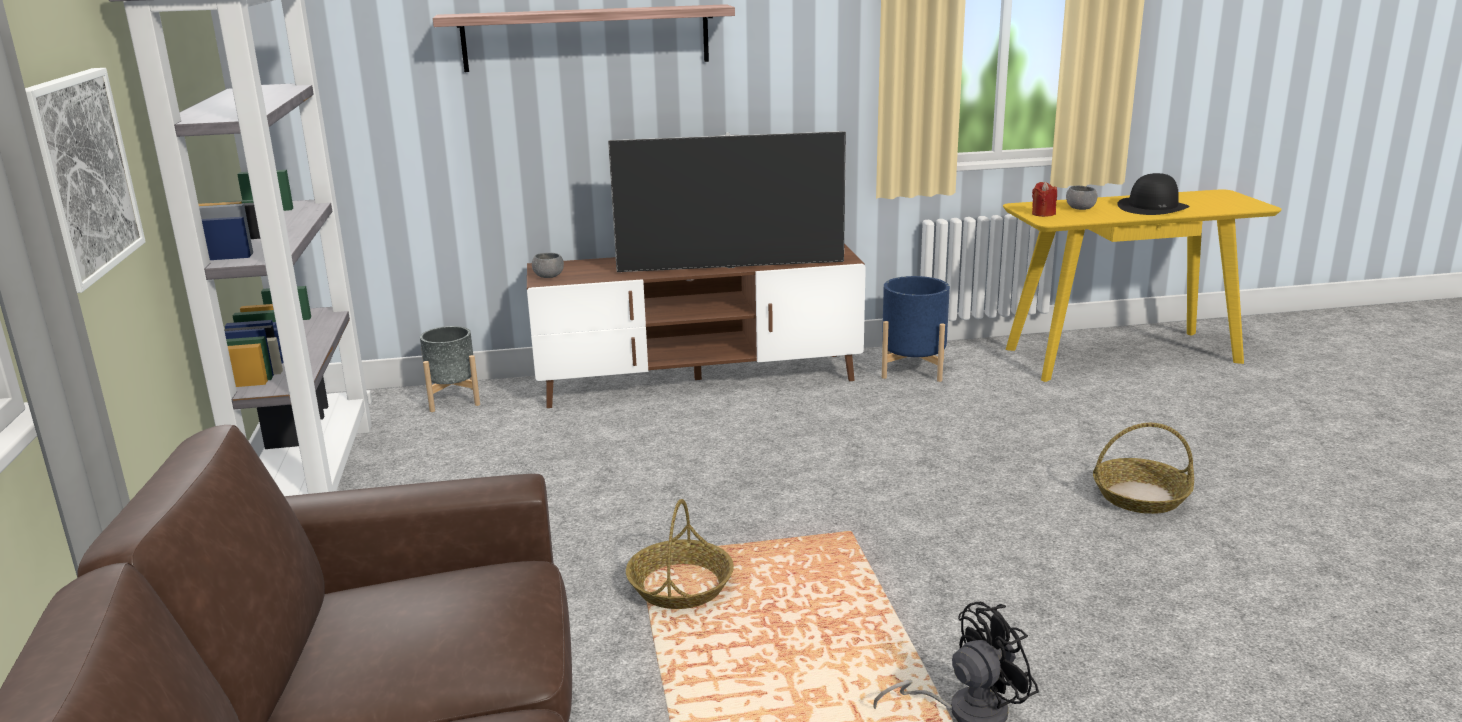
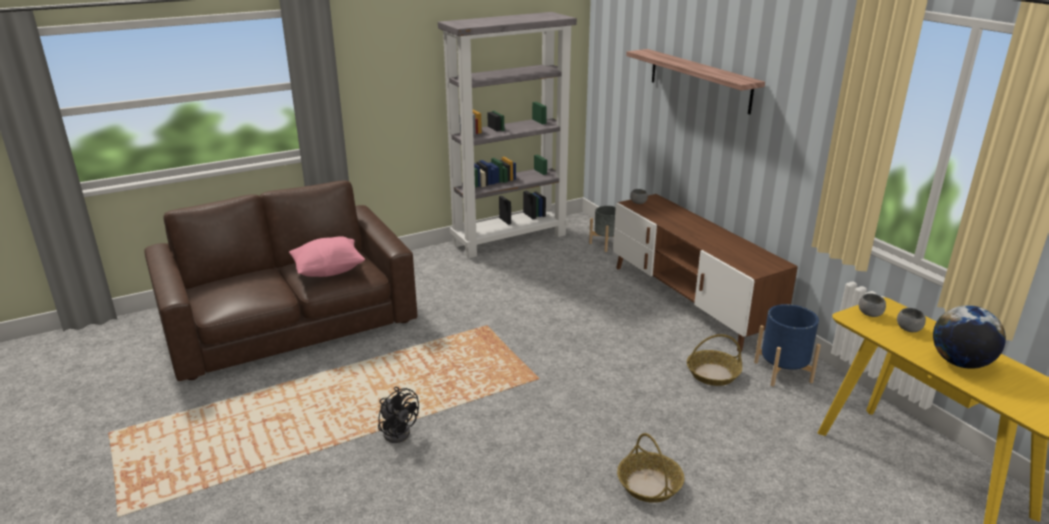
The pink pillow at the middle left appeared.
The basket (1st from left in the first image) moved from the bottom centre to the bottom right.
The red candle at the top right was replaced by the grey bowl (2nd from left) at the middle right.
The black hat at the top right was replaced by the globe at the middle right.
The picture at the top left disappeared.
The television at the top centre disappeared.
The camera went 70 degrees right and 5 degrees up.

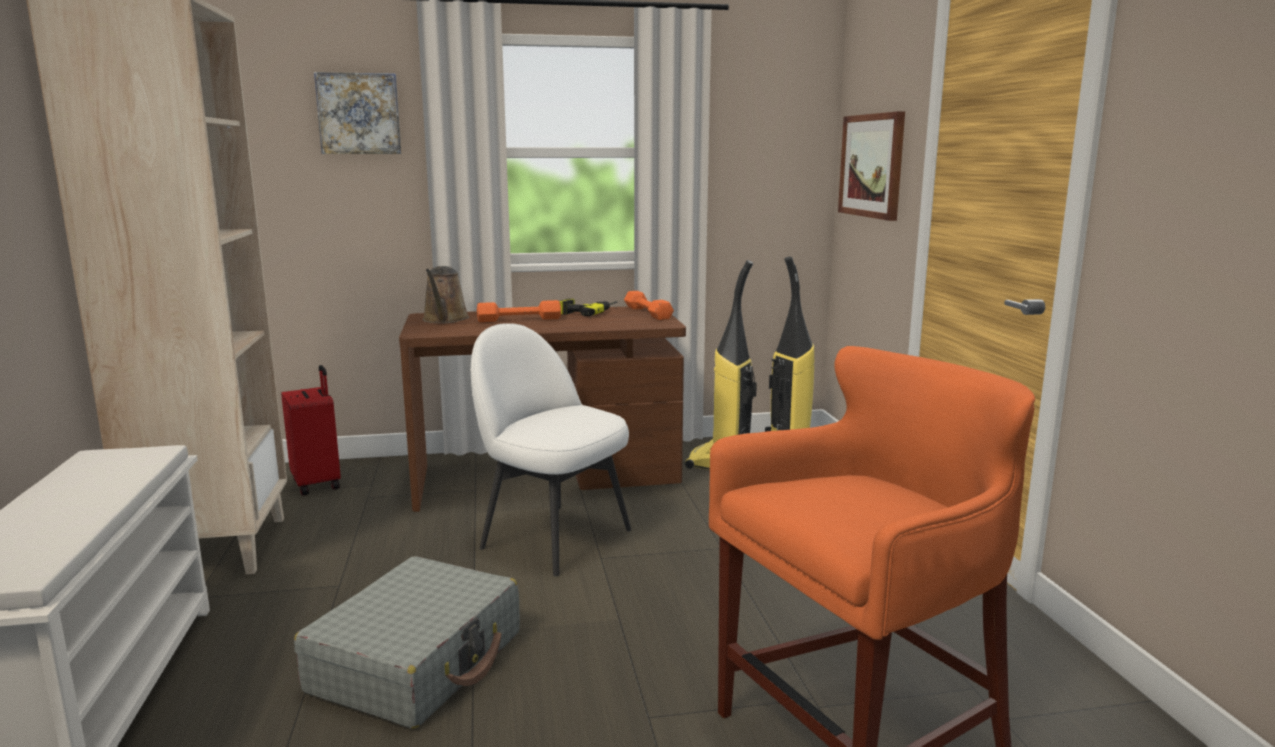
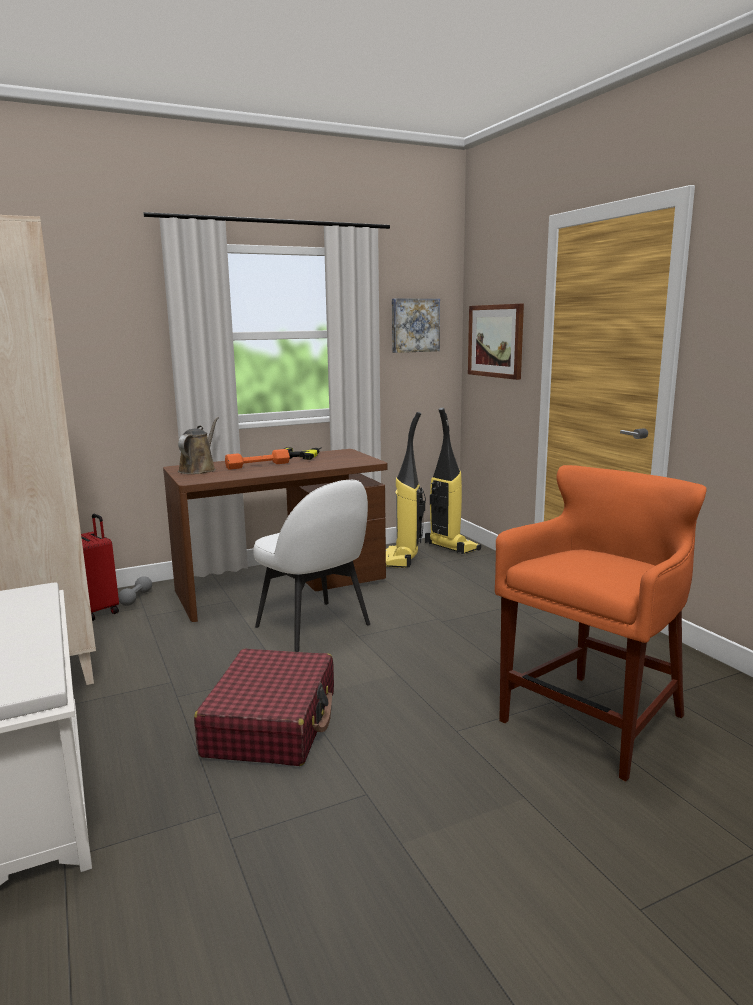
The grey dumbbell at the middle left appeared.
The brown watering can at the centre turned 150 degrees counterclockwise.
The grey suitcase at the bottom left became the red suitcase (2nd from left) at the bottom centre.
The white chair at the centre turned 150 degrees counterclockwise.
The picture (1st from left) moved from the top left to the top centre.
The orange dumbbell (2nd from left) at the centre disappeared.
The camera went 15 degrees left and 0 degrees up.

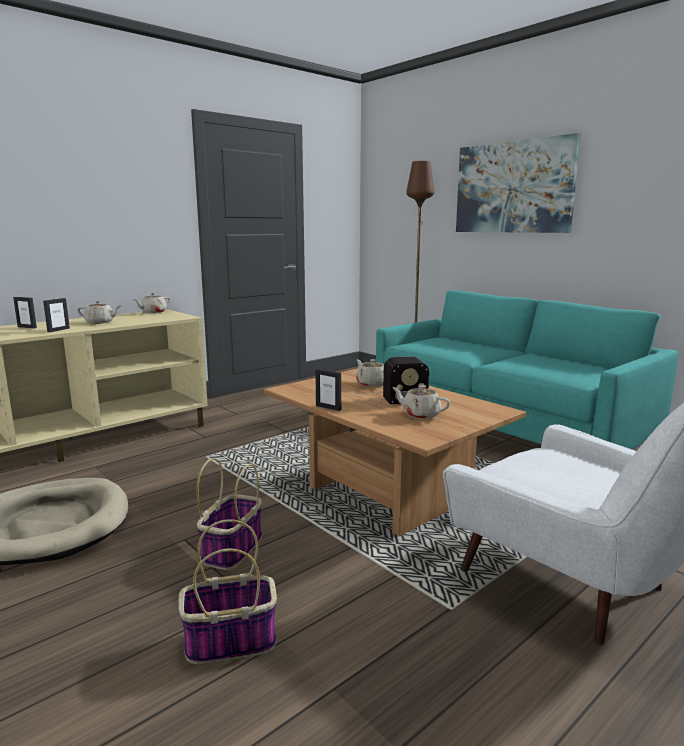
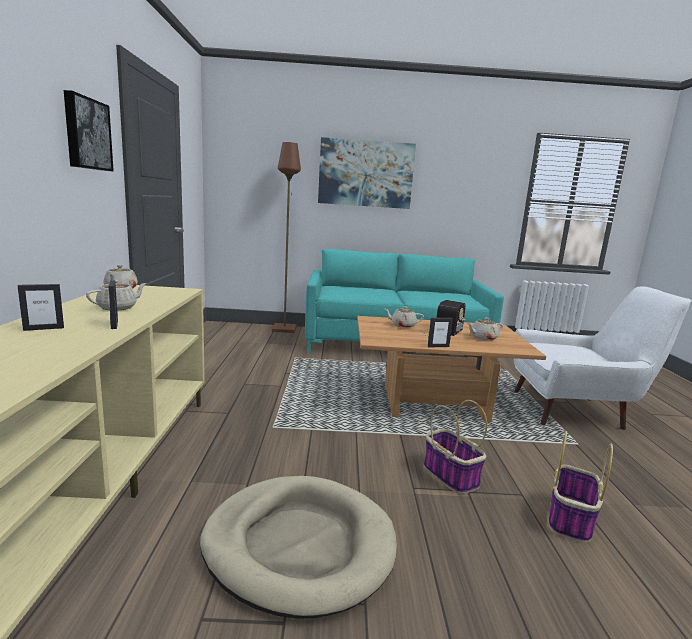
The picture (1st from left) at the top left appeared.
The camera went 50 degrees left and 0 degrees up.

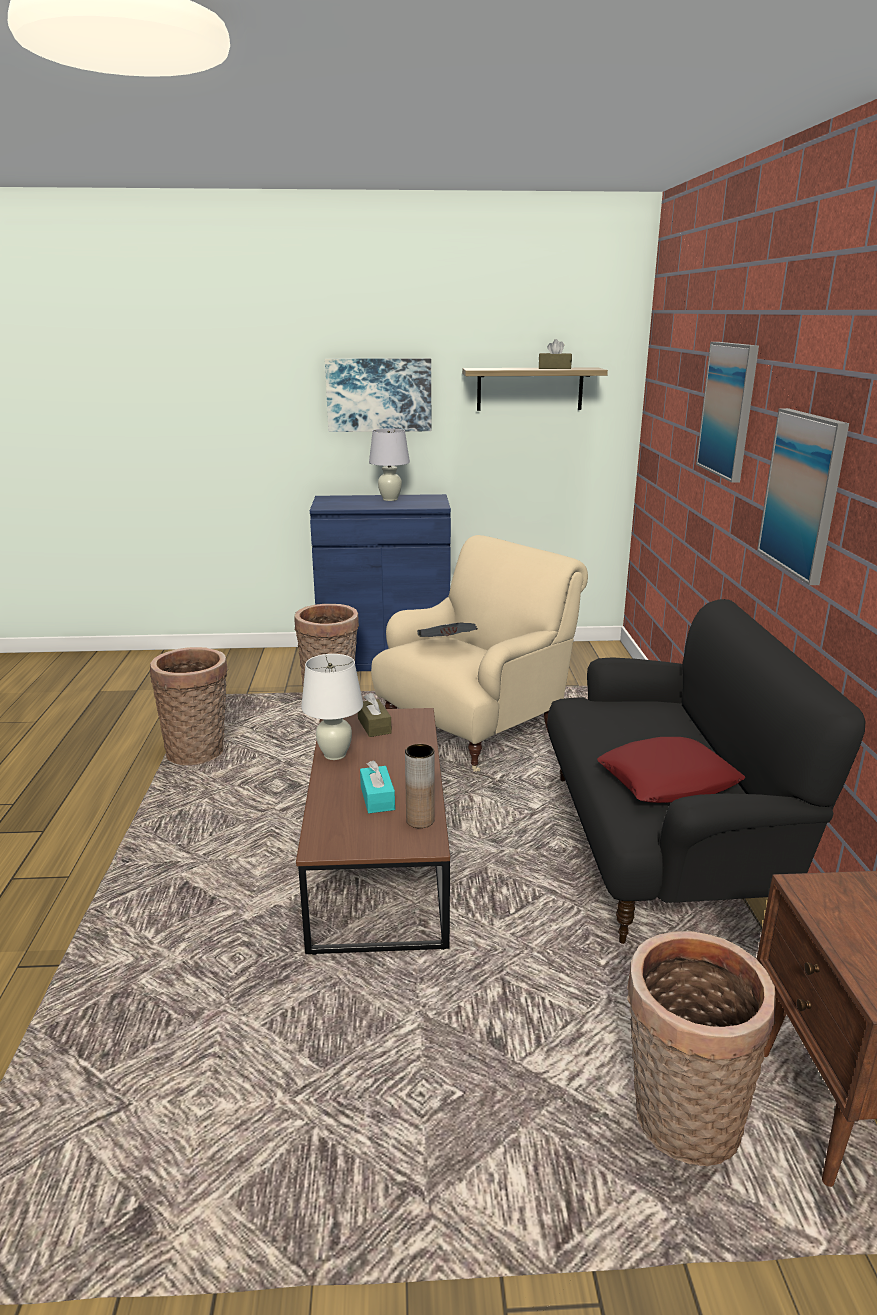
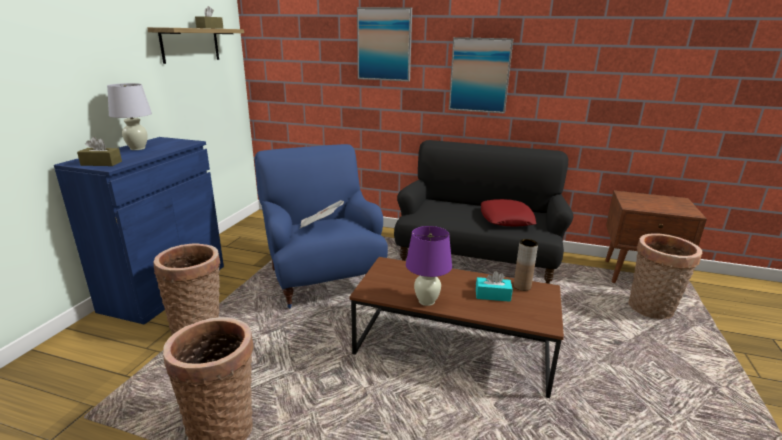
The brown tissue box (1st from left) moved from the centre to the middle left.
The beige armchair at the centre became the blue armchair at the centre.
The white table lamp (1st from left) at the centre became the purple table lamp at the centre.
The picture (1st from left) at the top centre disappeared.
The camera went 70 degrees left and 0 degrees up.

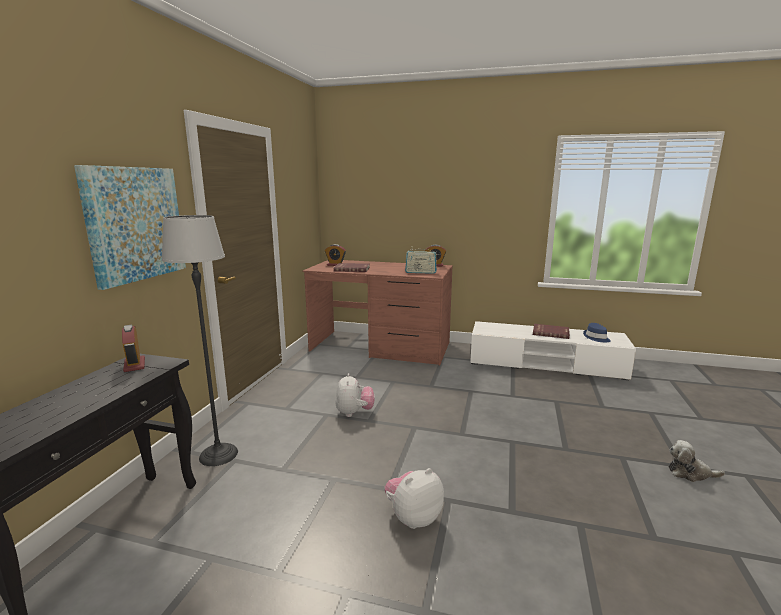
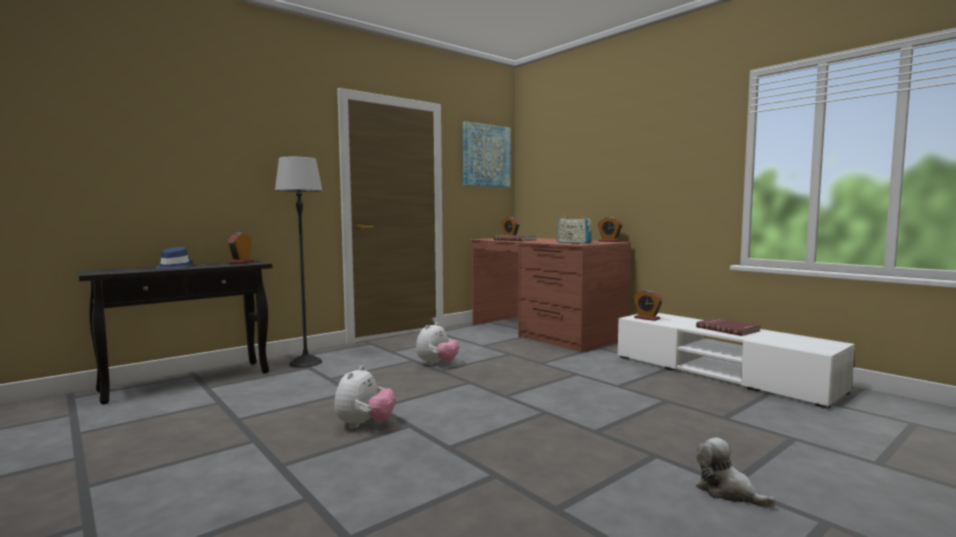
The blue hat moved from the middle right to the middle left.
The plush toy (2nd from left in the first image) at the bottom centre turned 105 degrees clockwise.
The picture moved from the middle left to the top centre.
The alarm clock (4th from left) at the middle right appeared.
The camera went 35 degrees right and 10 degrees down.

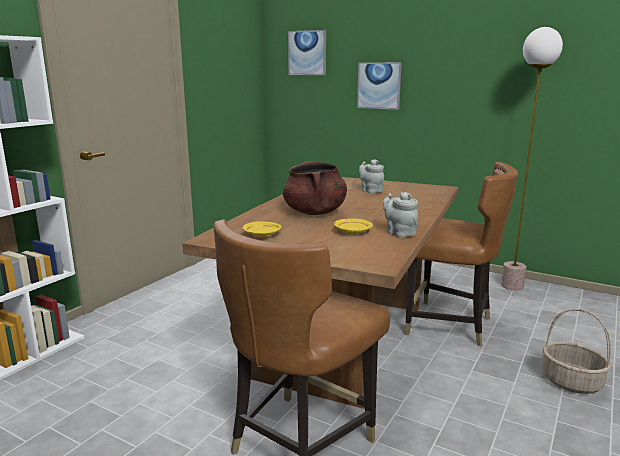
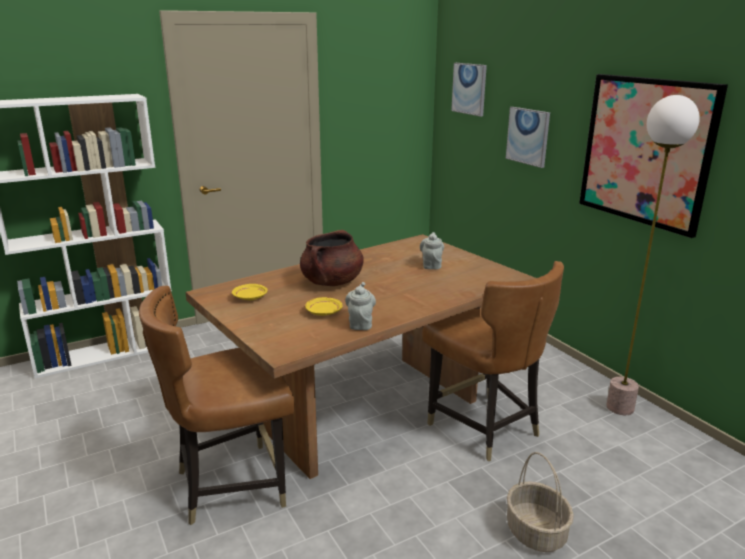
The picture (3rd from left) at the top right appeared.
The camera went 30 degrees right and 5 degrees up.

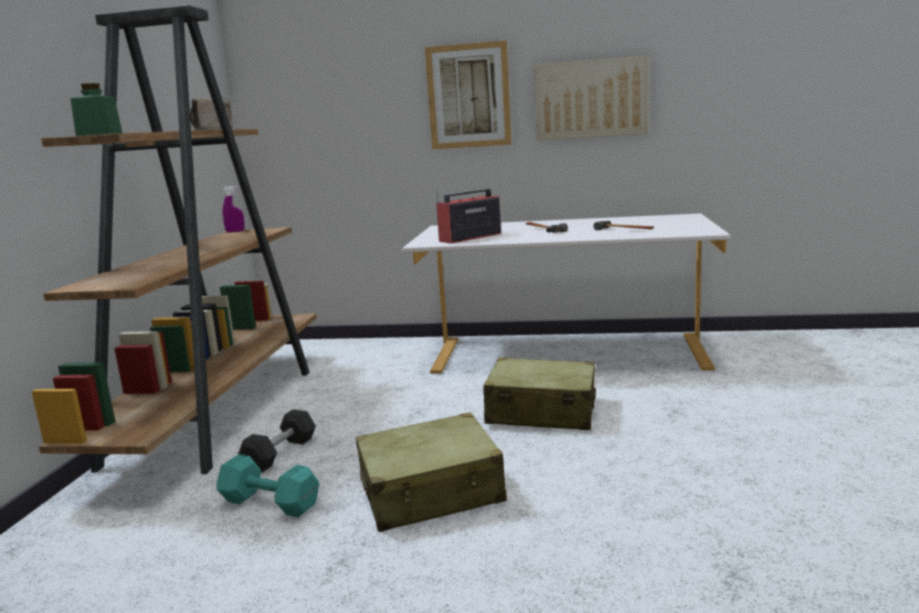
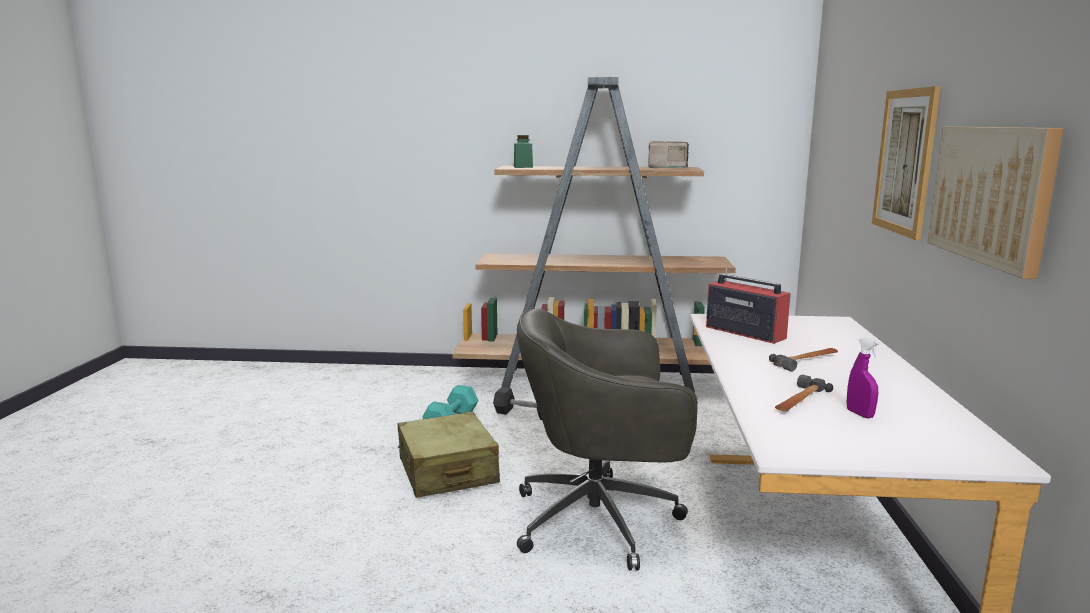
The beige suitcase (2nd from left) at the centre was replaced by the grey office chair at the bottom centre.
The purple spray bottle moved from the middle left to the middle right.
The camera went 85 degrees right and 0 degrees up.

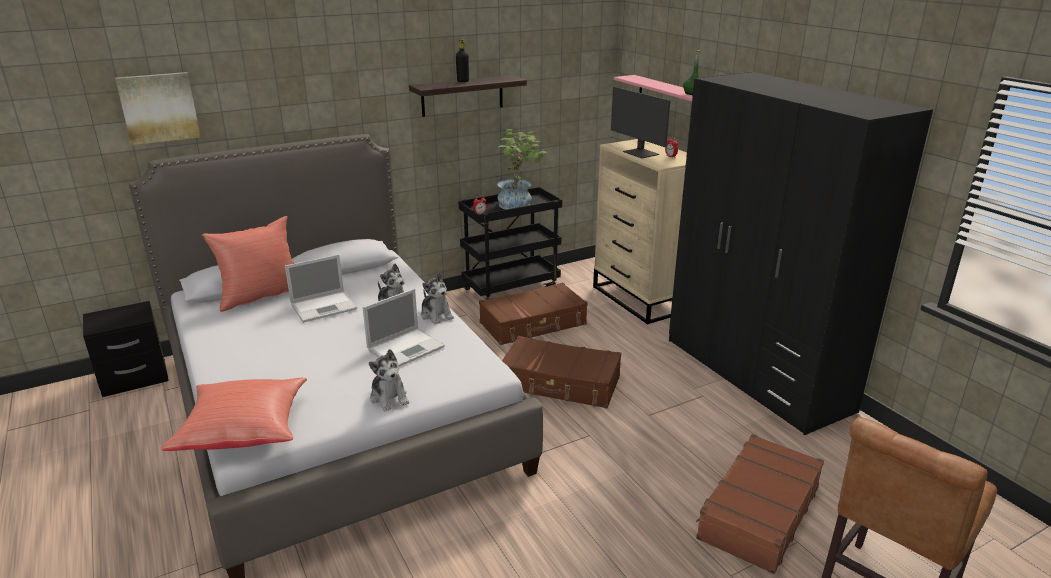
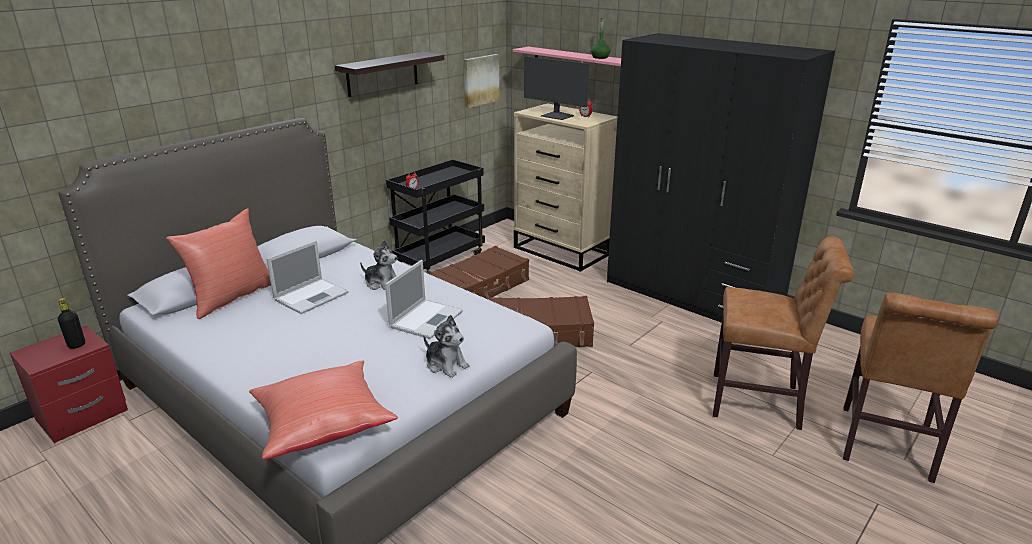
The black nightstand at the middle left became the red nightstand at the bottom left.
The black bottle moved from the top centre to the middle left.
The picture moved from the top left to the top centre.
The brown suitcase (3rd from left) at the bottom right was replaced by the brown chair (1st from left) at the middle right.
The plush toy (3rd from left) at the centre disappeared.
The potted plant at the top centre disappeared.
The camera went 20 degrees left and 0 degrees up.

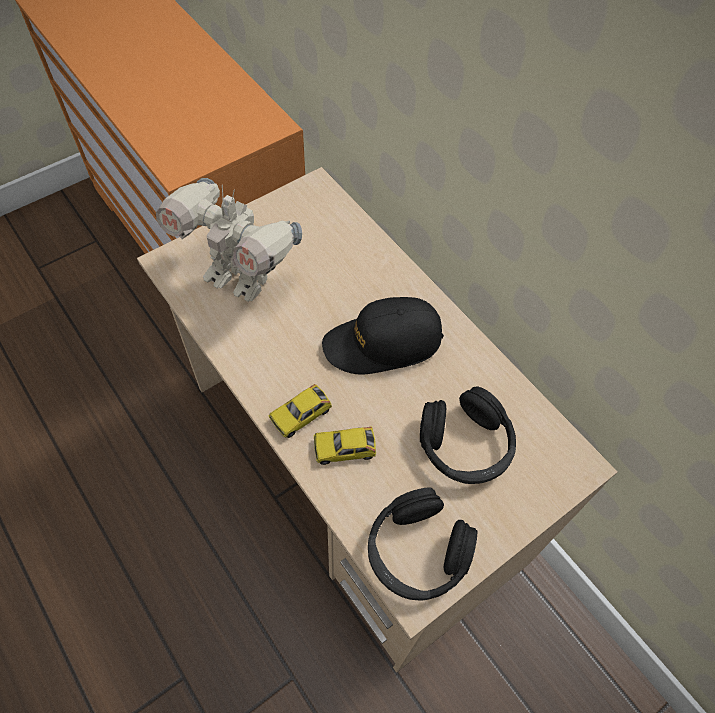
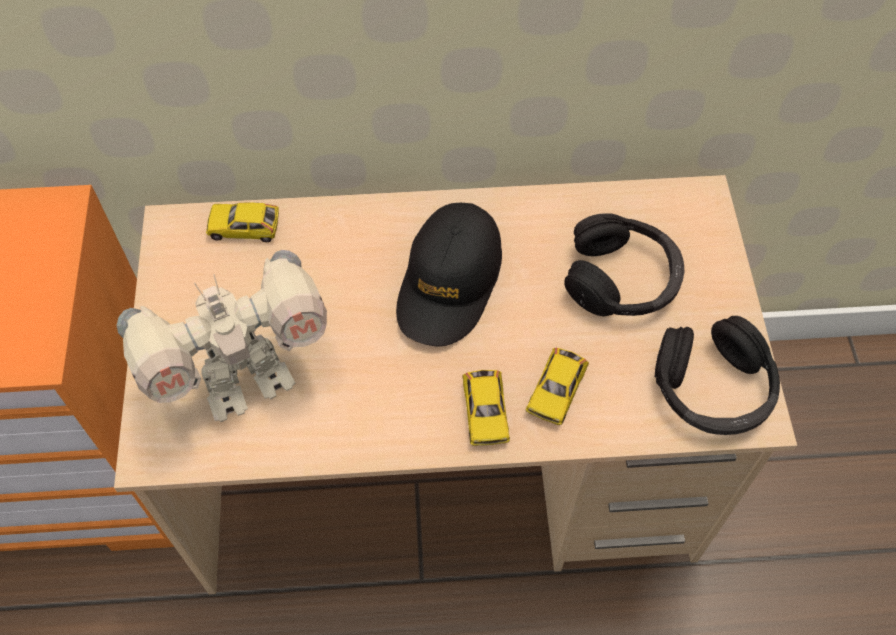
The toy car (1st from left) at the middle left appeared.
The camera went 55 degrees left and 0 degrees up.

